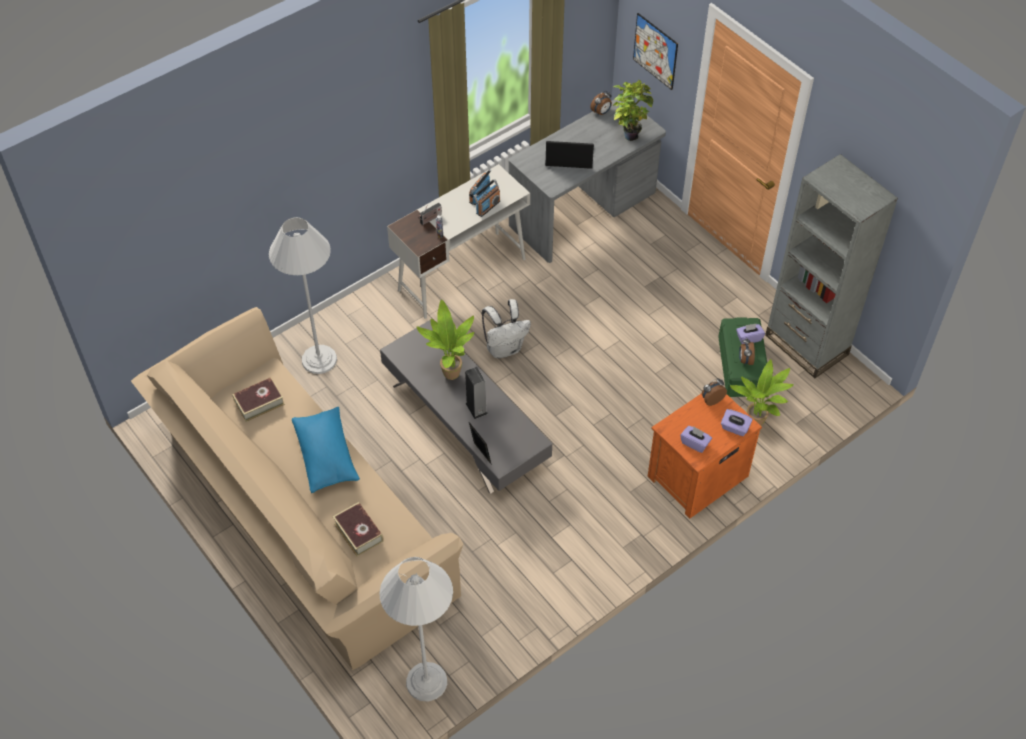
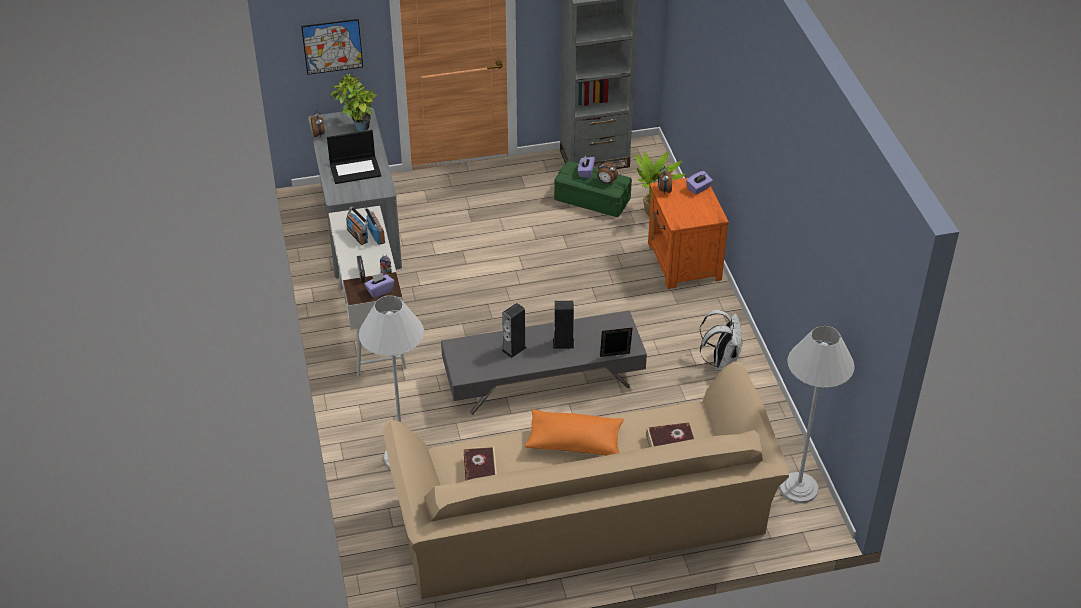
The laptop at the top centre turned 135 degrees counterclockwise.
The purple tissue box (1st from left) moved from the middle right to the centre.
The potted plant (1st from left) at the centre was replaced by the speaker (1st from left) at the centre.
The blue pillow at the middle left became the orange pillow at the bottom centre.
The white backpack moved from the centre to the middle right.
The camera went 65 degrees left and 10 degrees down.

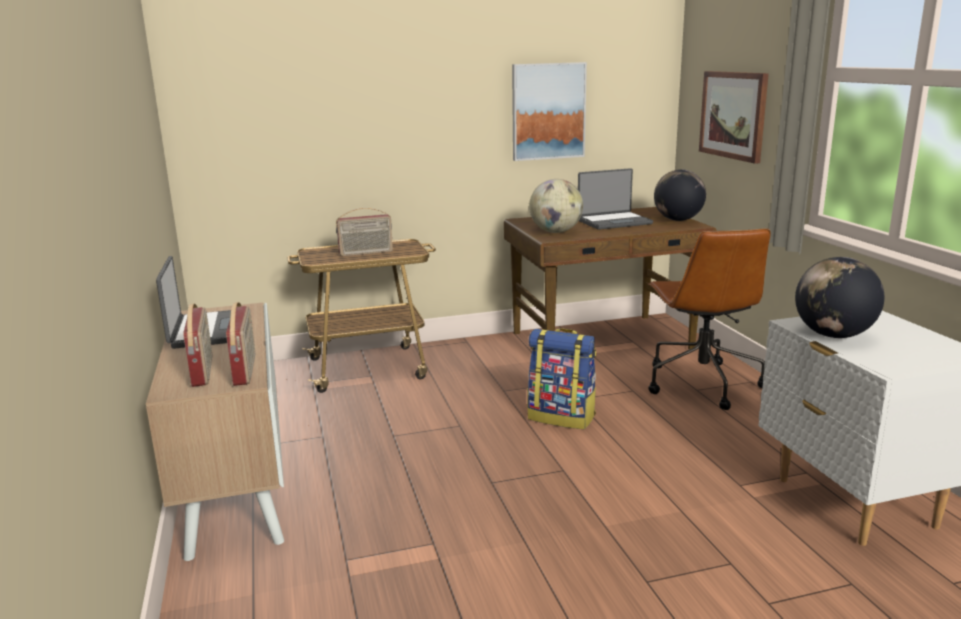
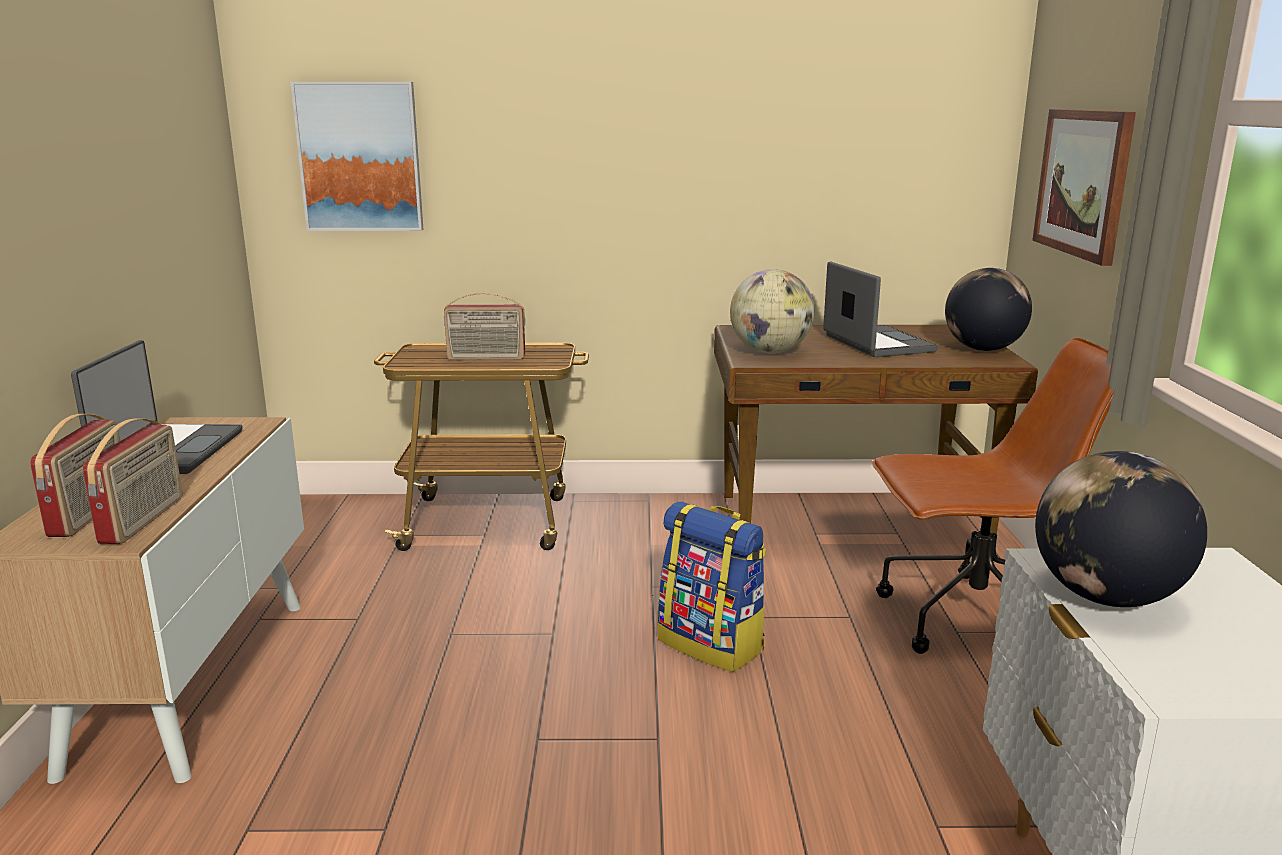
The picture (1st from left) moved from the top centre to the top left.
The laptop (2nd from left) at the top centre turned 105 degrees counterclockwise.
The brown office chair at the middle right turned 105 degrees counterclockwise.
The camera went 15 degrees right and 0 degrees up.

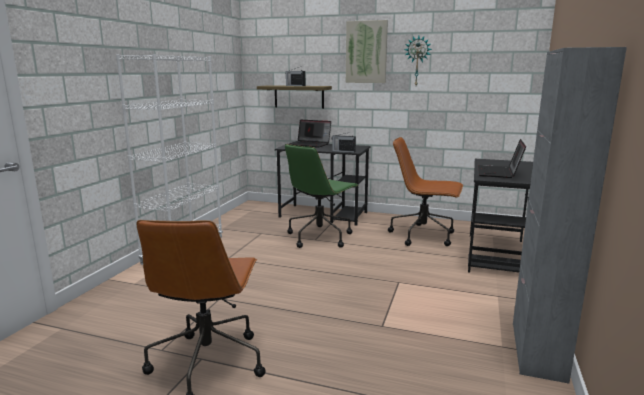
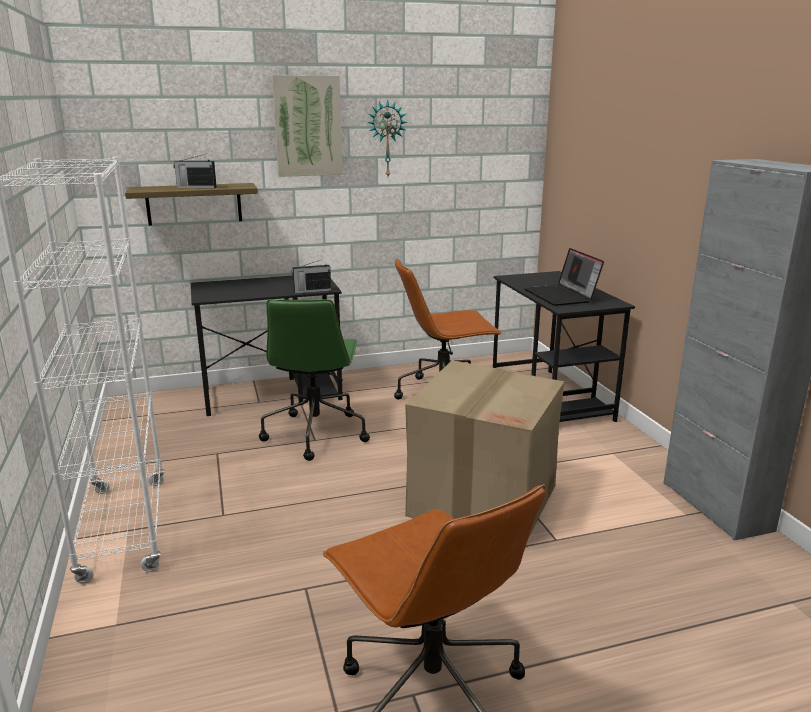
The cardboard box at the centre appeared.
The laptop (1st from left) at the centre disappeared.
The camera went 35 degrees left and 5 degrees up.

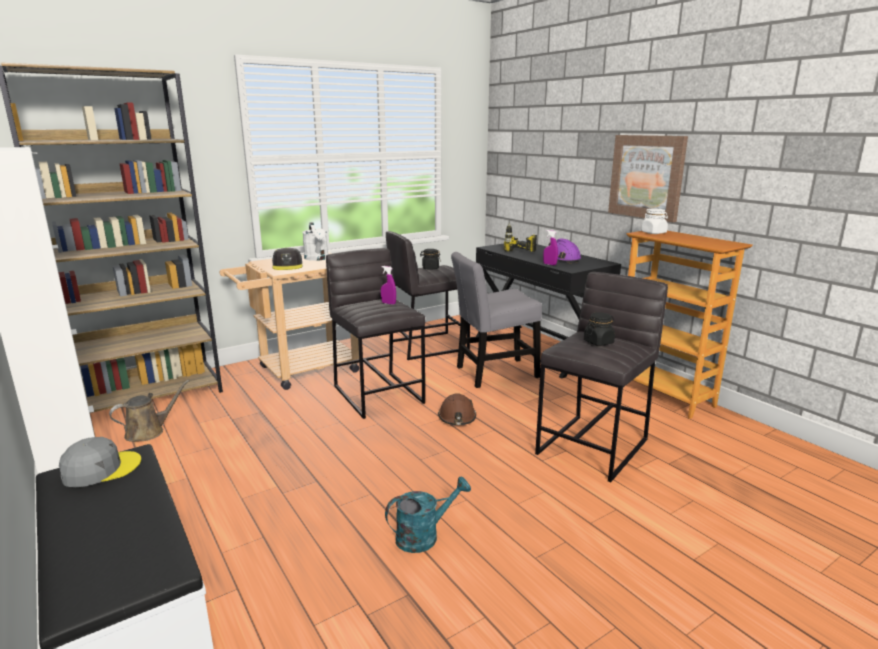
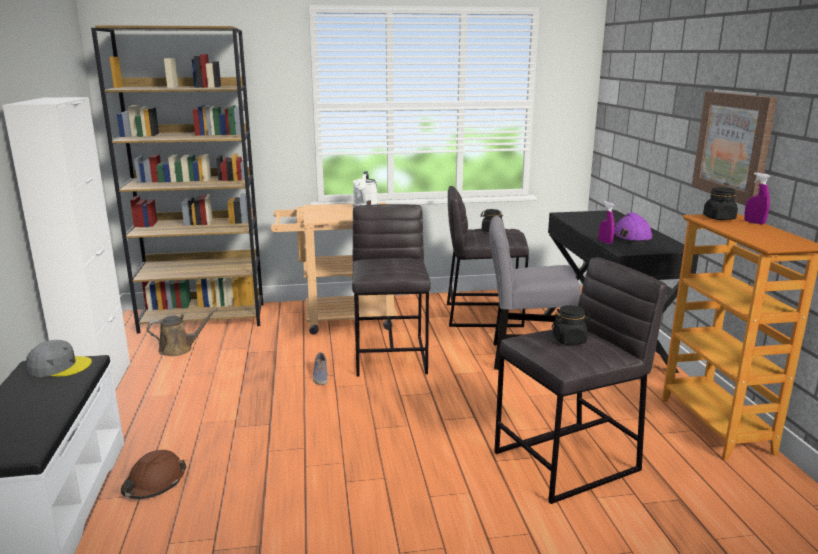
The brown hard hat moved from the centre to the bottom left.
The shoe at the centre appeared.
The white jar at the middle right became the black jar (3rd from left) at the middle right.
The purple spray bottle (1st from left in the first image) moved from the centre to the middle right.
The grey cap (2nd from left) at the middle left disappeared.
The turquoise watering can at the bottom centre disappeared.
The power drill at the centre disappeared.
The camera went 25 degrees right and 0 degrees up.

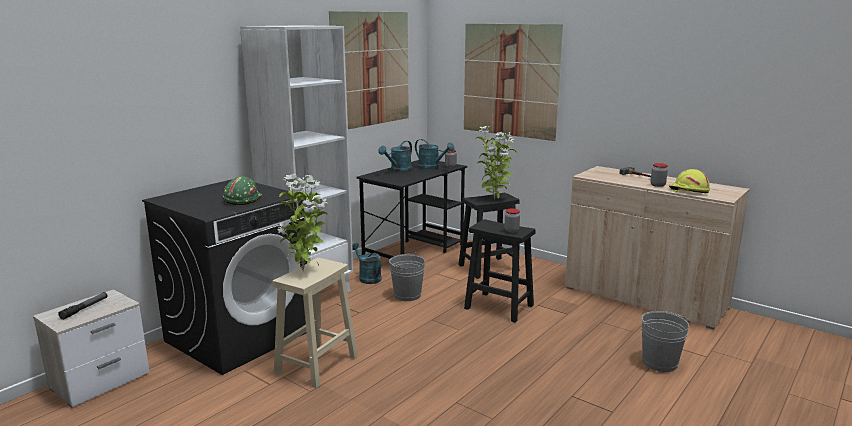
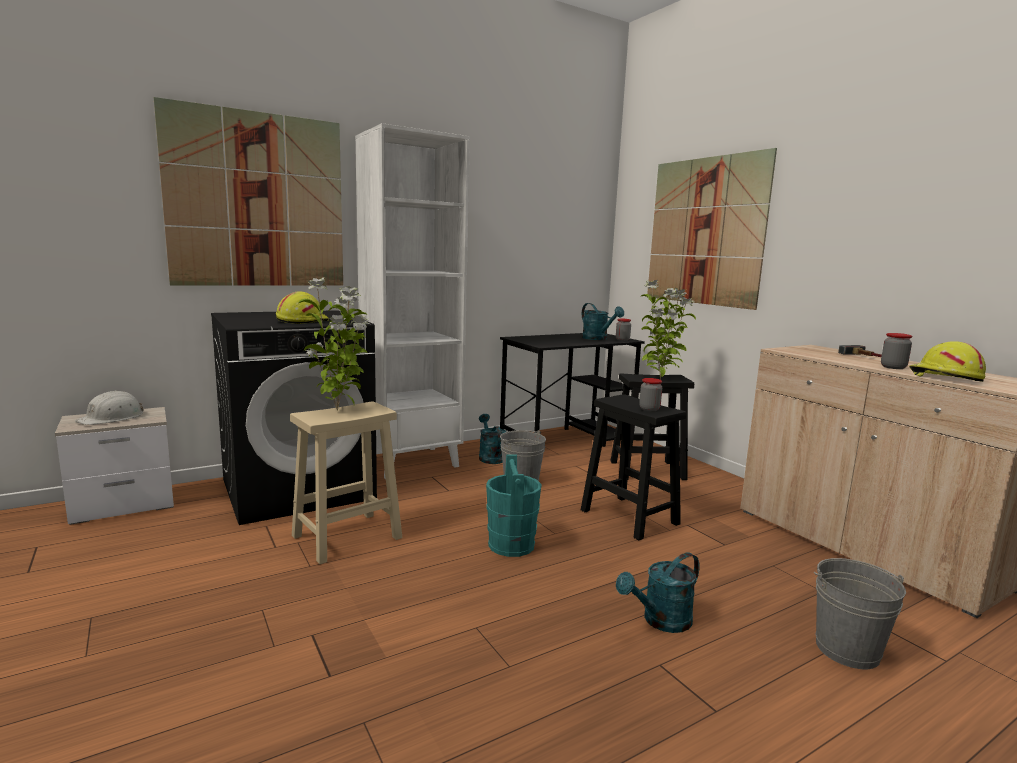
The flashlight at the bottom left was replaced by the white hard hat at the middle left.
The picture (1st from left) moved from the top centre to the top left.
The green hard hat at the middle left became the yellow hard hat (1st from left) at the middle left.
The turquoise bucket at the centre appeared.
The turquoise watering can (2nd from left in the first image) moved from the centre to the bottom centre.
The camera went 20 degrees right and 5 degrees down.

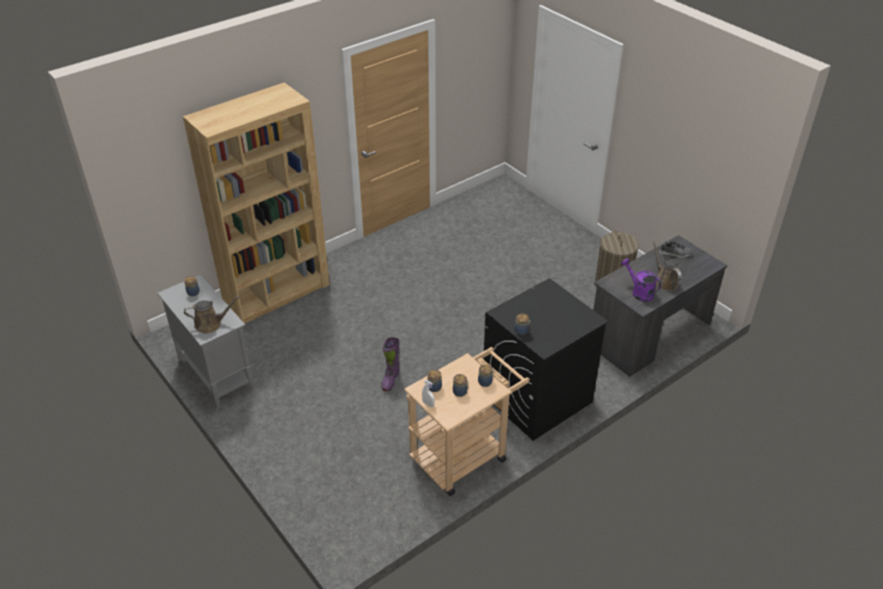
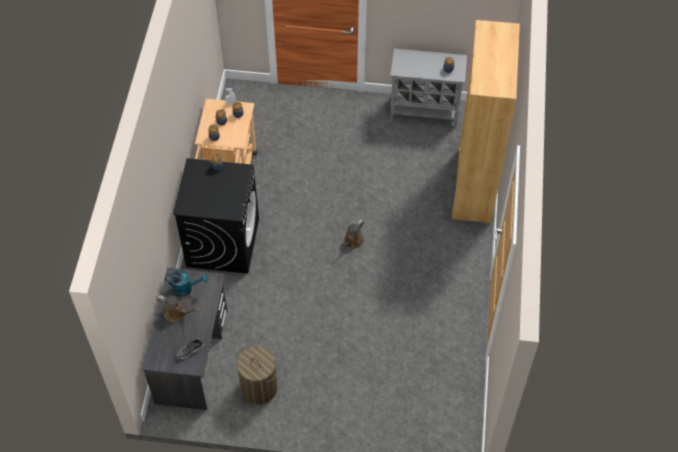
The purple watering can at the middle right became the turquoise watering can at the middle left.
The brown watering can (1st from left in the first image) moved from the middle left to the centre.
The purple boot at the centre disappeared.
The camera went 135 degrees right and 15 degrees up.

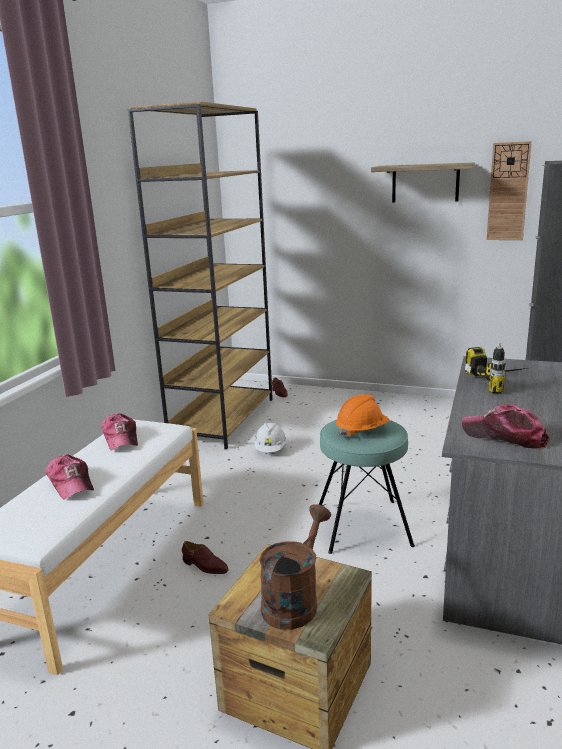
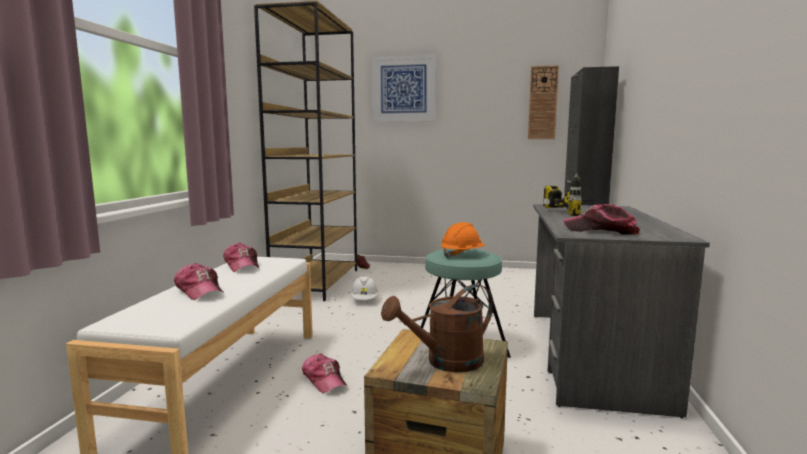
The brown shoe (1st from left) at the bottom centre was replaced by the cap (3rd from left) at the bottom centre.
The picture at the top centre appeared.
The brown watering can at the bottom centre turned 135 degrees counterclockwise.
The shelf at the top right disappeared.
The camera went 10 degrees left and 10 degrees down.

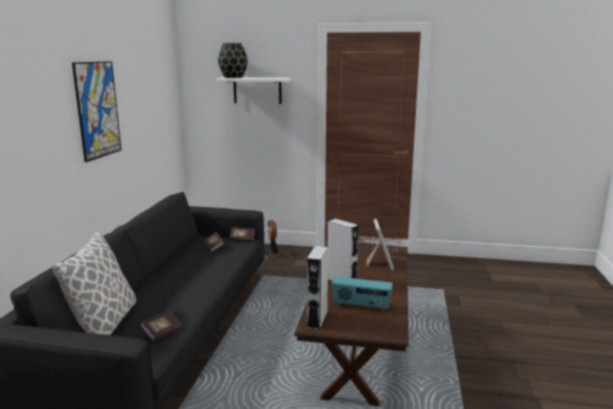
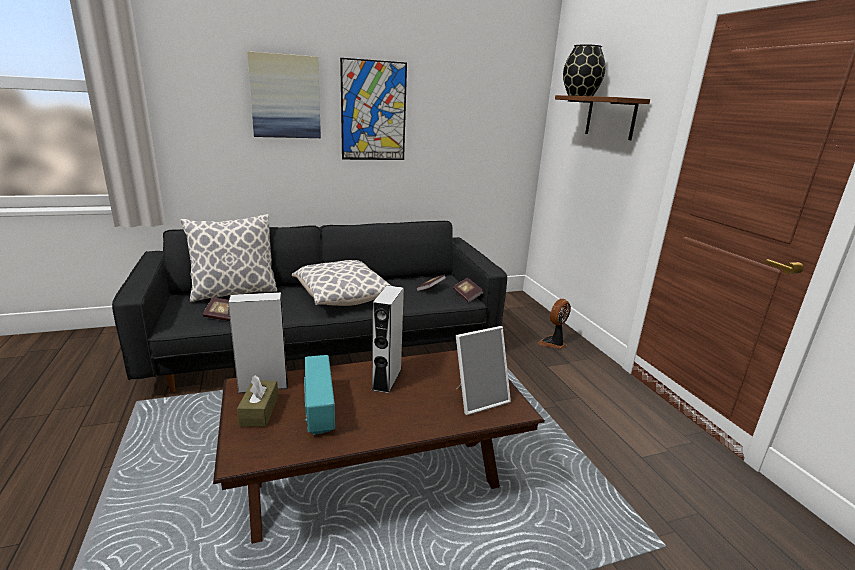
The brown tissue box at the bottom left appeared.
The picture (1st from left) at the top left appeared.
The pillow (2nd from left) at the centre appeared.
The white shelf at the top centre became the brown shelf at the top right.
The camera went 60 degrees right and 5 degrees up.

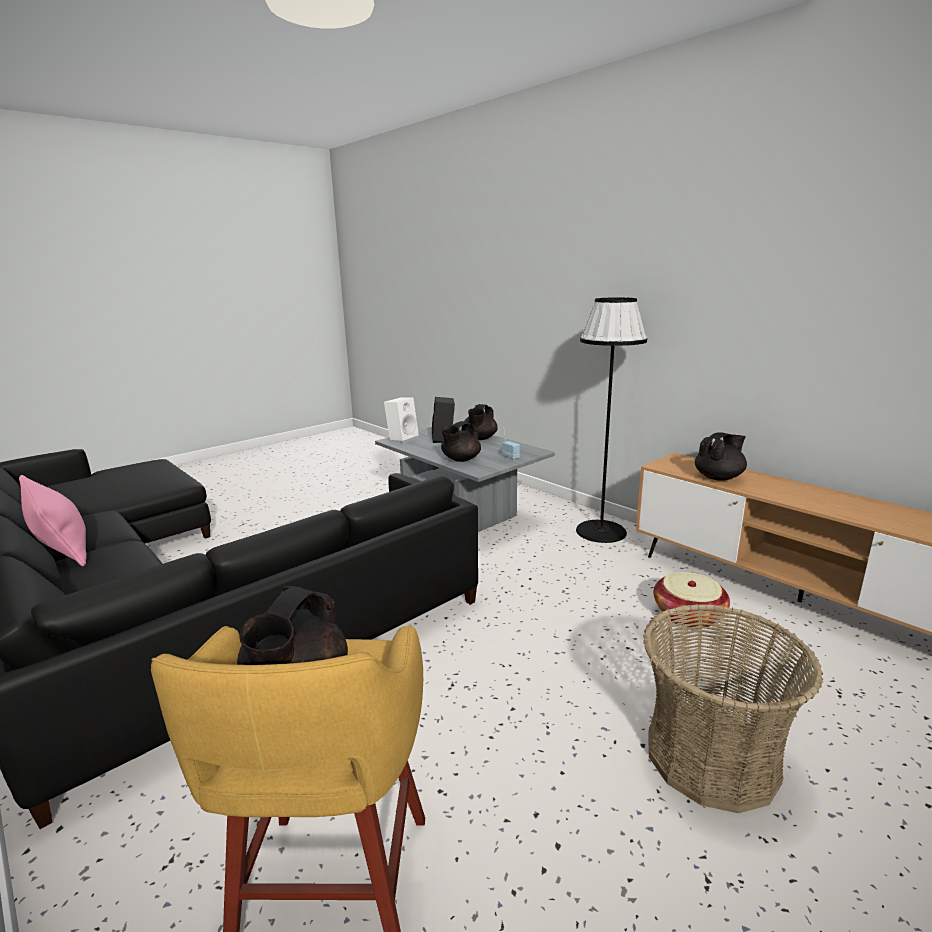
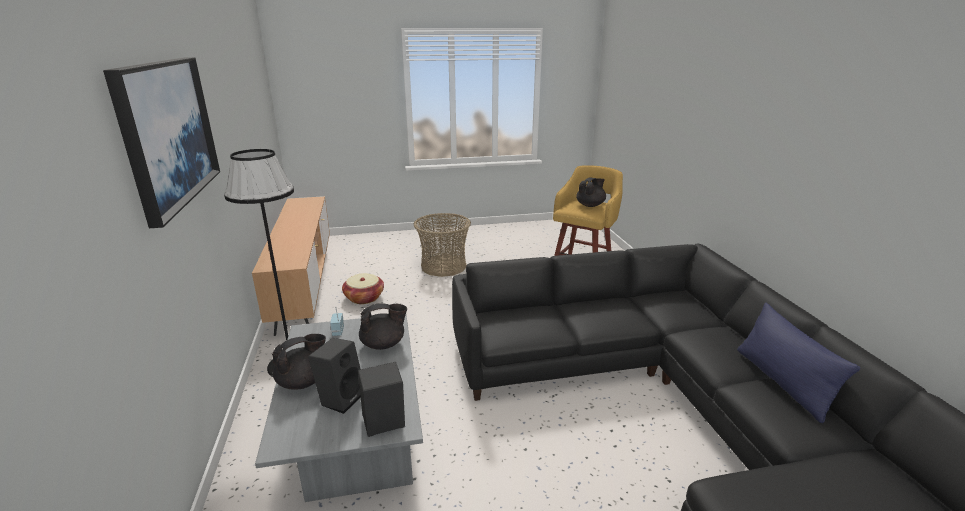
The picture at the top left appeared.
The white speaker at the centre became the black speaker (2nd from left) at the bottom centre.
The pink pillow at the middle left became the blue pillow at the bottom right.
The black teapot (4th from left) at the middle right disappeared.
The camera went 150 degrees left and 5 degrees up.

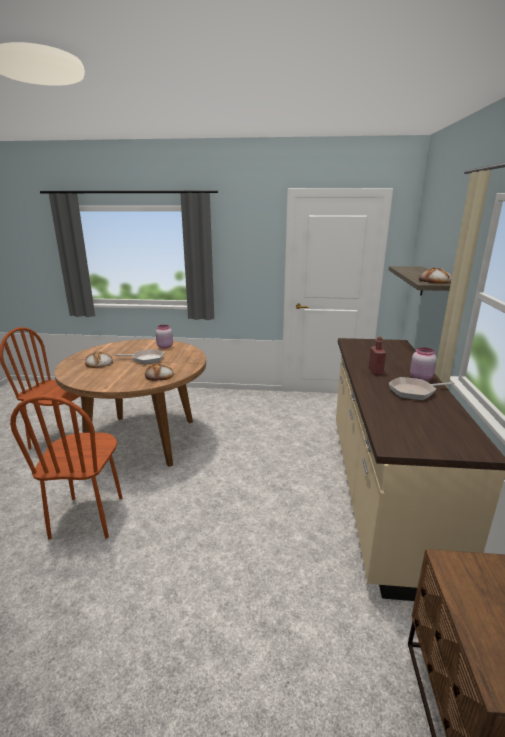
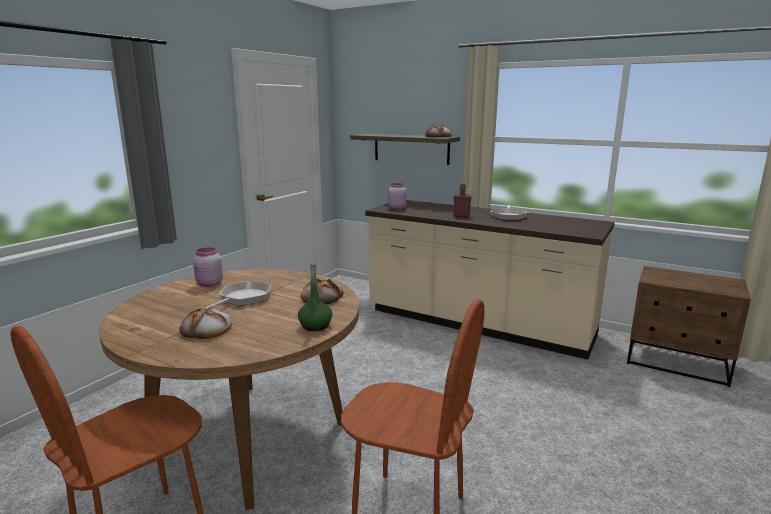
The green bottle at the centre appeared.
The pink jar (2nd from left) moved from the middle right to the centre.
The camera went 65 degrees left and 5 degrees down.

